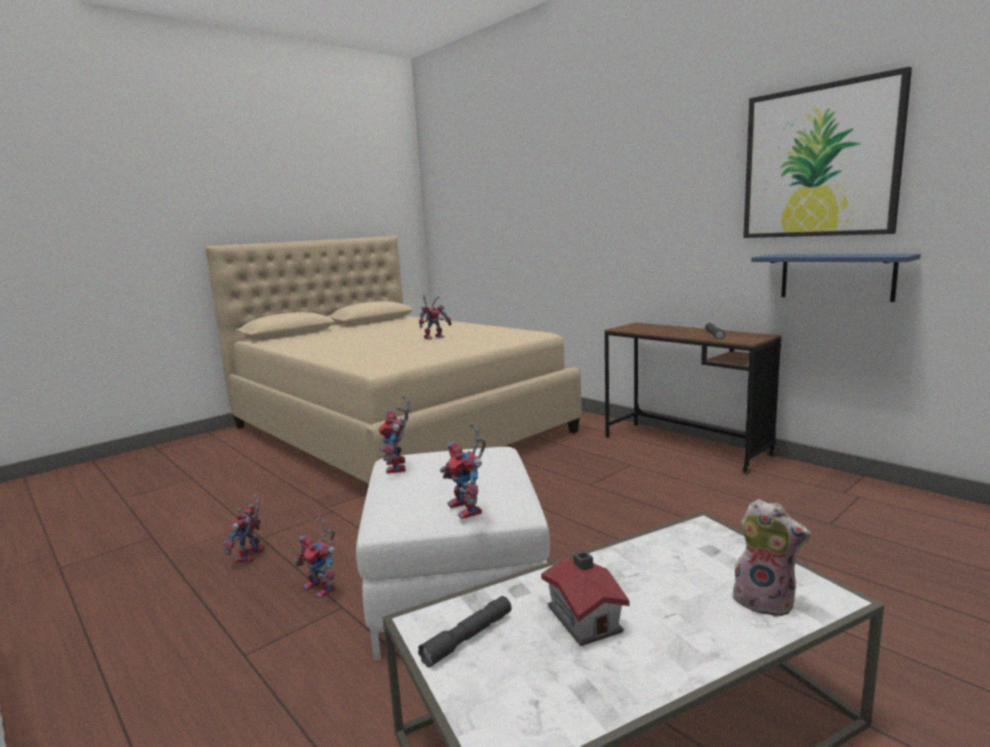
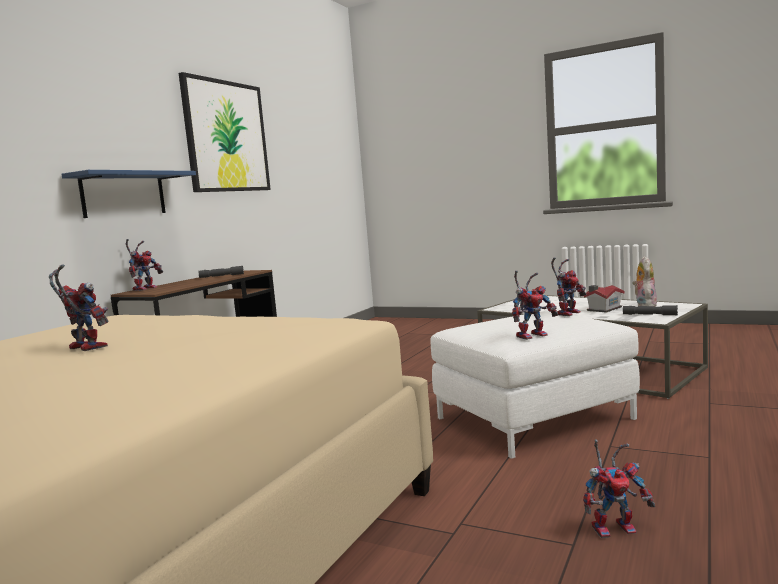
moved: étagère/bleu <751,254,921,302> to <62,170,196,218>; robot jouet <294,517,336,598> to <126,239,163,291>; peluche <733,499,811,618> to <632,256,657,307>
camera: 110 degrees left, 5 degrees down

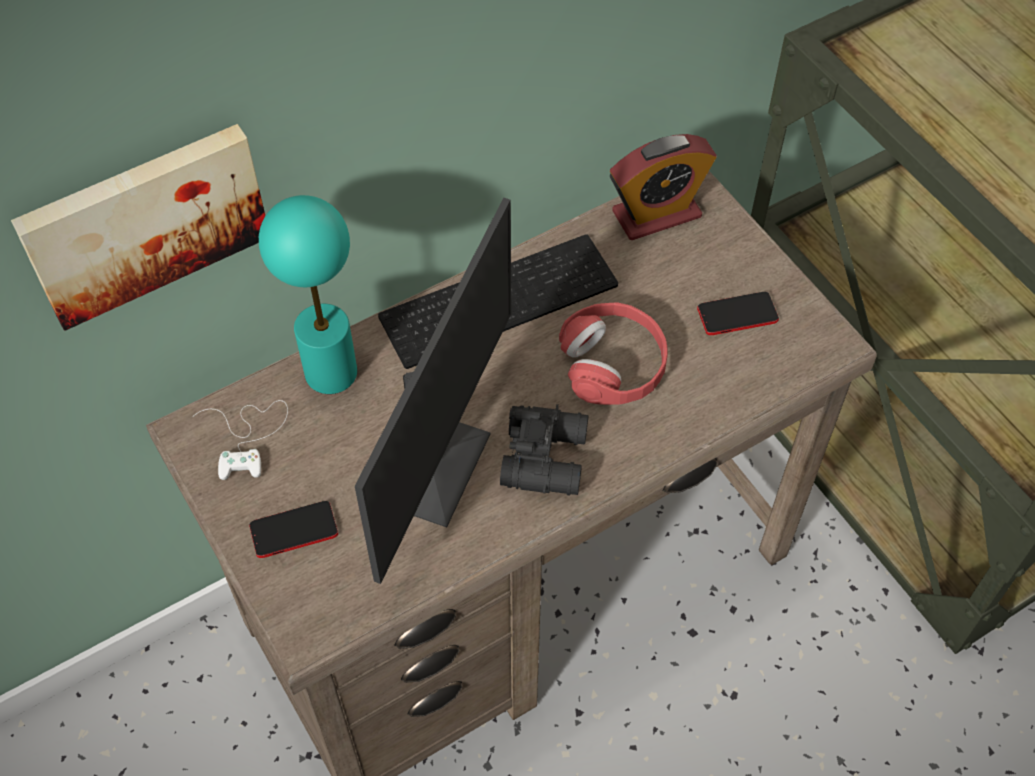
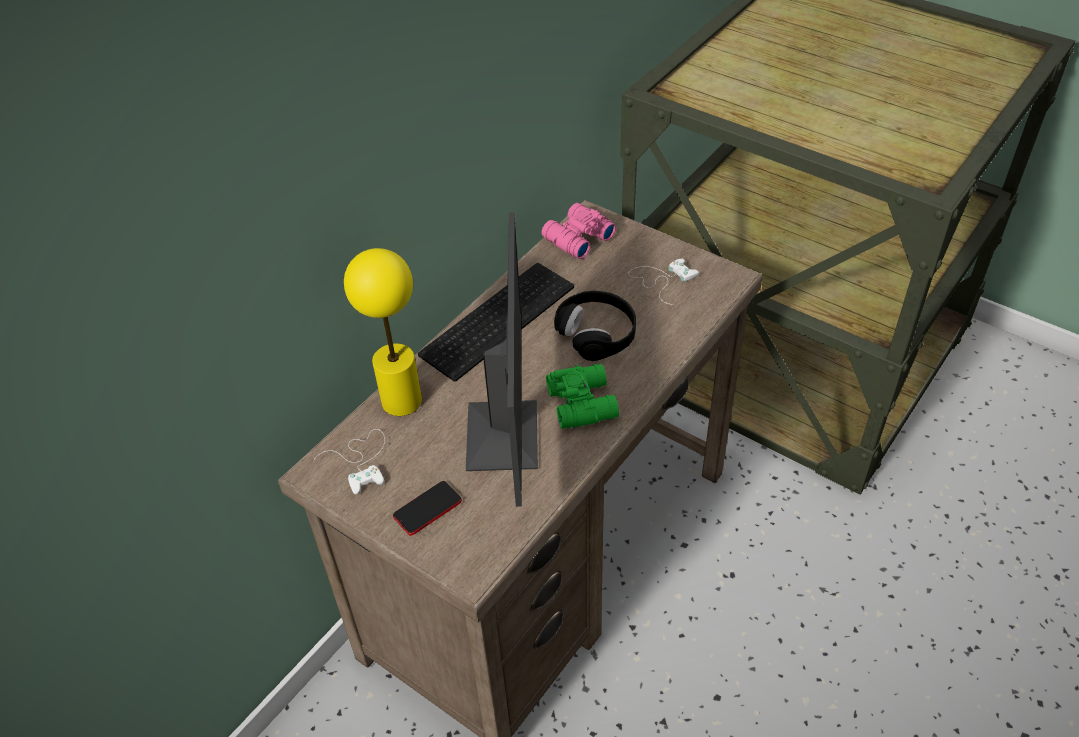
removed: tableau <11,124,265,331>
replaced: réveil <610,134,717,240> to jumelles/rose <542,203,616,259>; téléphone <697,292,779,335> to manette/blanc <628,259,699,305>
recoloured: lampe de table/turquoise <259,195,357,394> to lampe de table/jaune <344,248,422,416>; jumelles/noir <500,404,589,496> to jumelles/vert <546,364,619,429>; casque audio/rouge <559,302,668,405> to casque audio/noir <554,291,636,361>
camera: 20 degrees left, 10 degrees down

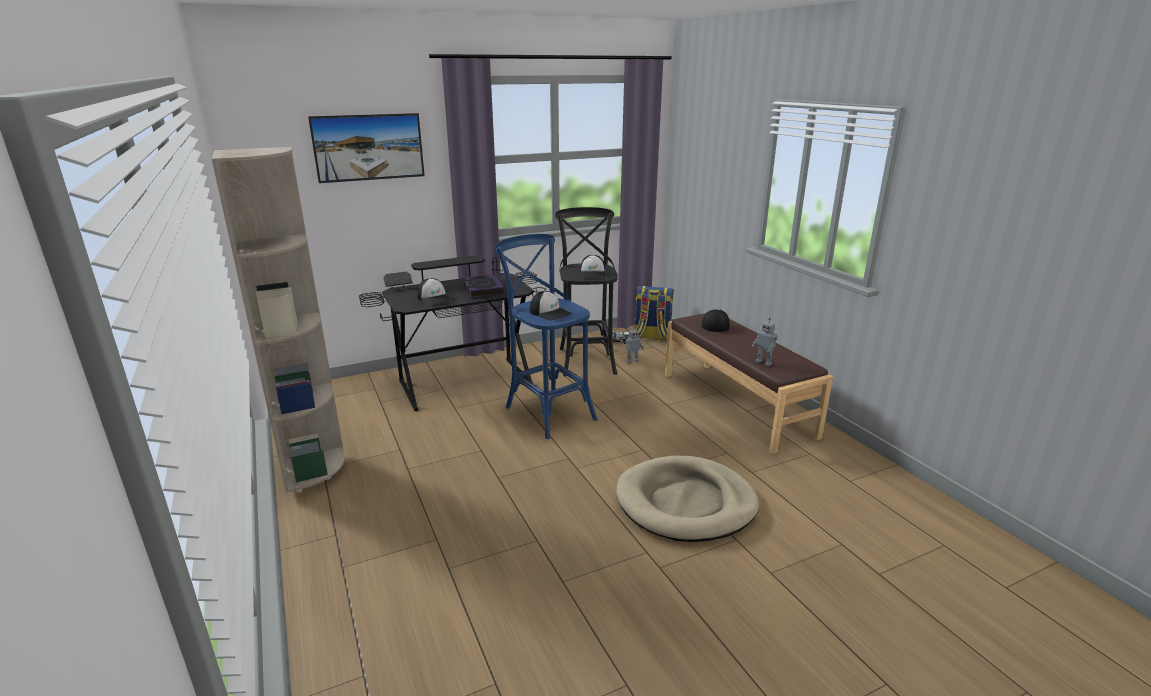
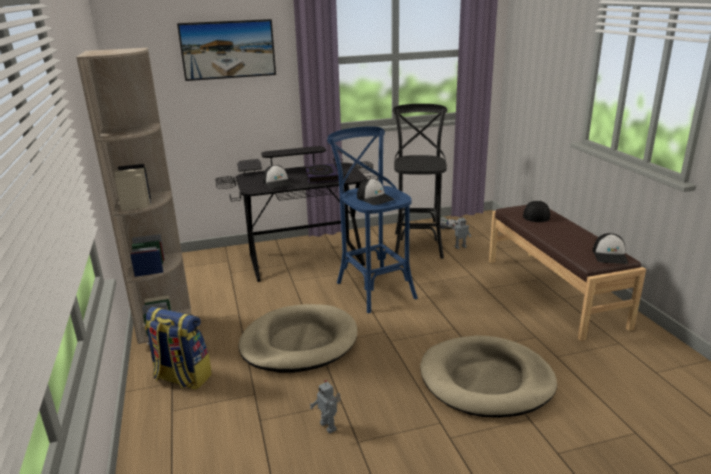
added: panier pour chien/beige <239,304,357,373>
moved: sac à dos <635,286,674,340> to <145,307,212,390>; robot jouet <752,318,778,366> to <310,380,341,434>; casquette <580,255,605,278> to <592,233,628,264>
camera: 10 degrees right, 0 degrees up

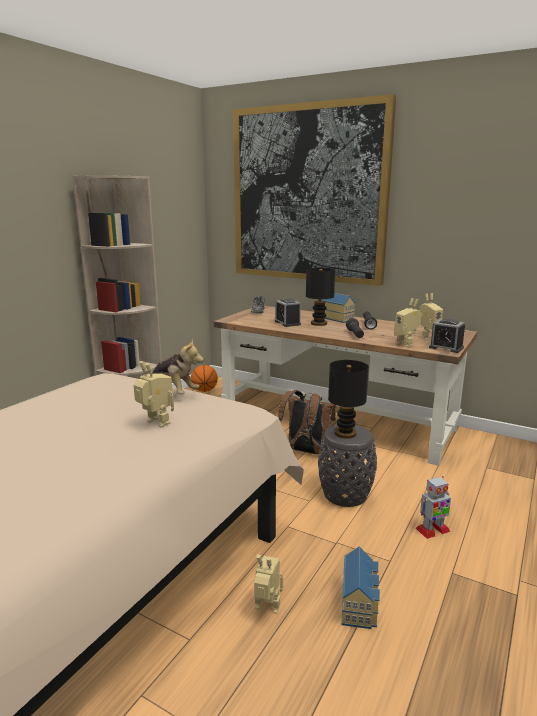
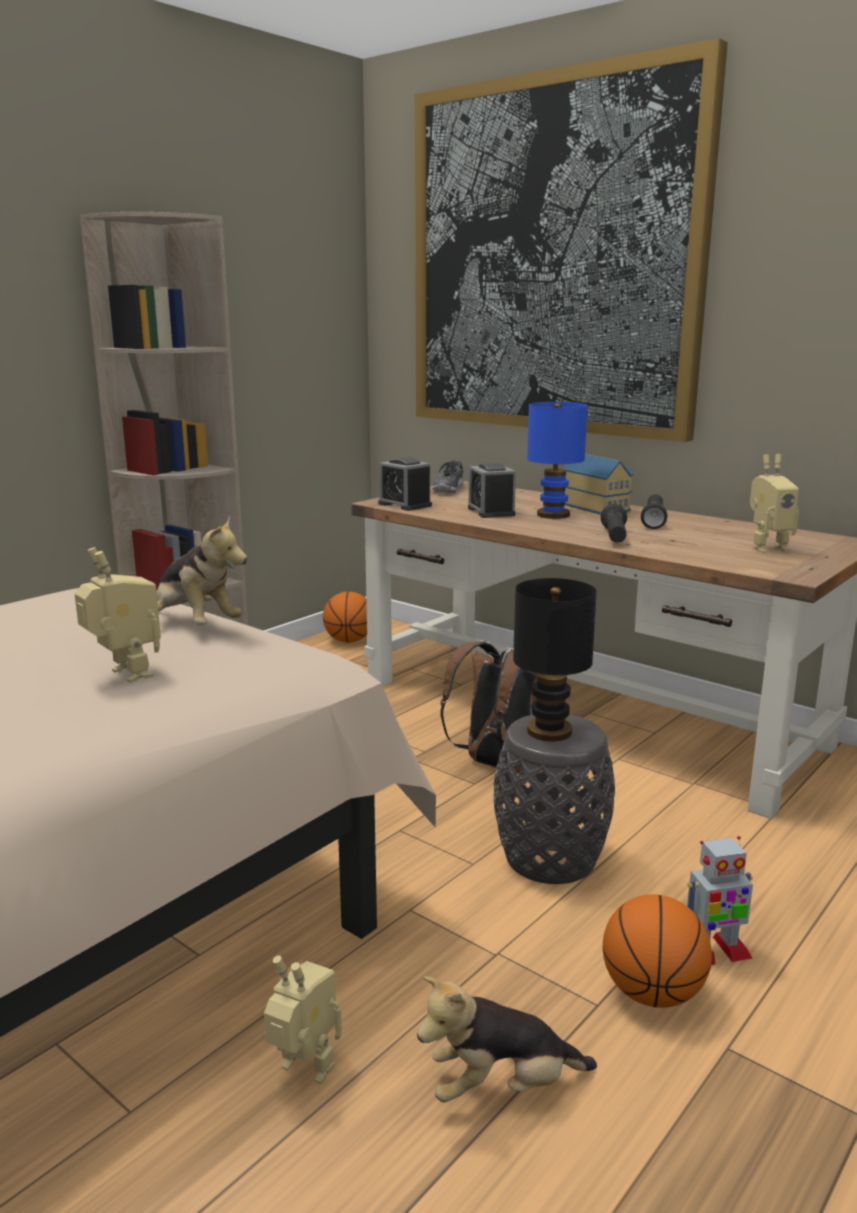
removed: robot jouet <394,298,422,347>
added: ballon de basket <603,894,712,1008>
moved: réveil <429,319,465,353> to <378,457,432,511>
replaced: maison miniature <341,547,380,629> to peluche <417,976,597,1102>
recoloured: lampe de table/noir <306,268,335,326> to lampe de table/bleu <527,402,588,519>
camera: 10 degrees right, 0 degrees up

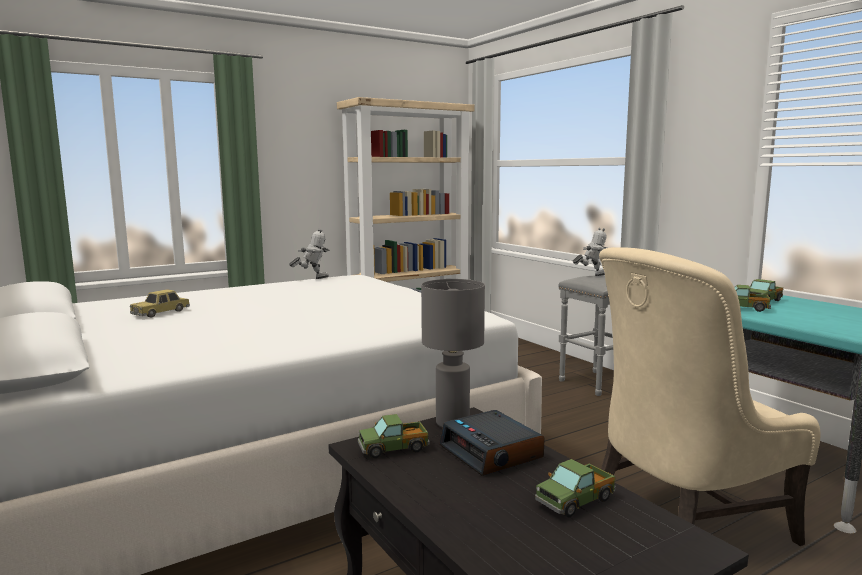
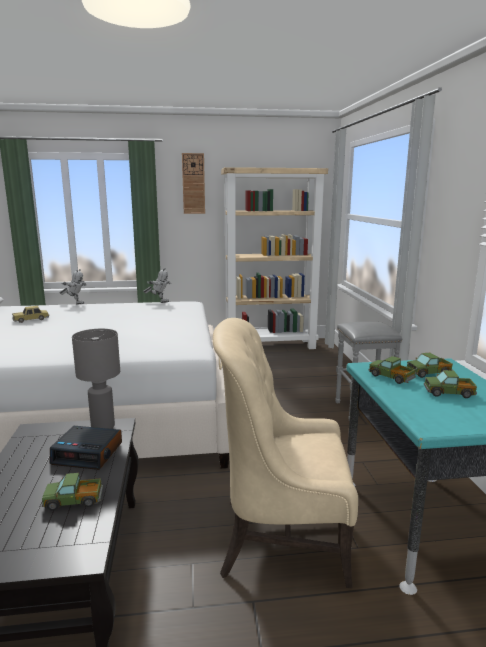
added: horloge murale <182,153,205,214>
moved: robot jouet <573,228,608,276> to <59,269,86,305>; camion jouet <358,414,430,458> to <424,370,477,398>
turned: réveil <440,410,545,476> = <50,426,122,470> 75 degrees counterclockwise
camera: 25 degrees right, 5 degrees up

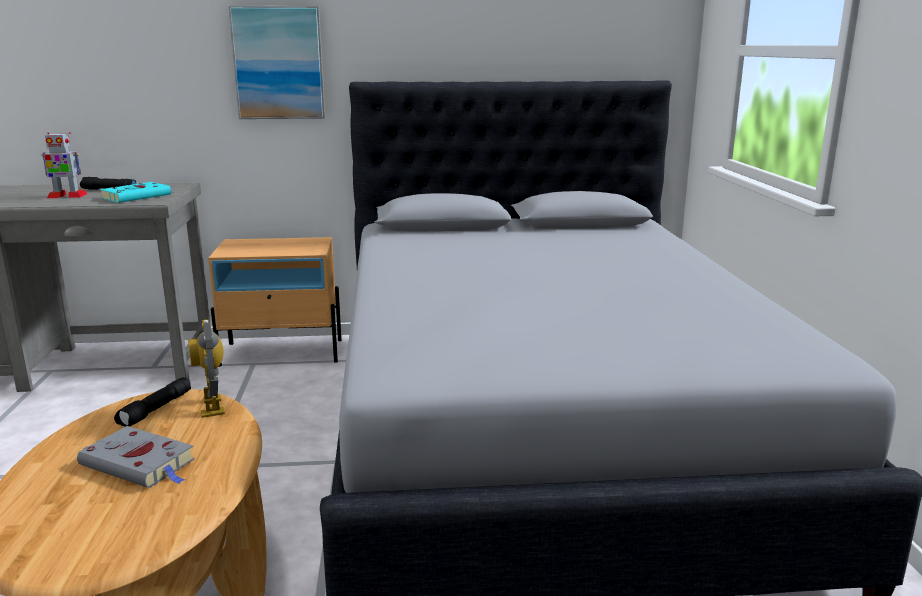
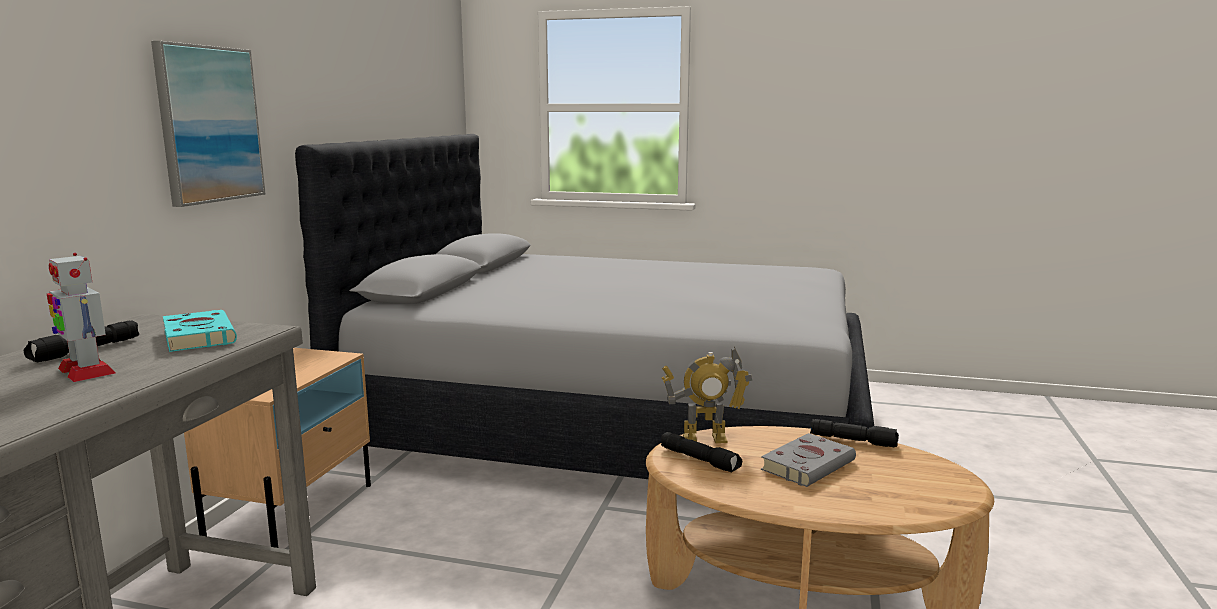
added: lampe de poche/noir <810,419,899,447>
turned: robot jouet <42,132,88,198> = <47,253,116,382> 120 degrees clockwise
camera: 70 degrees left, 5 degrees down

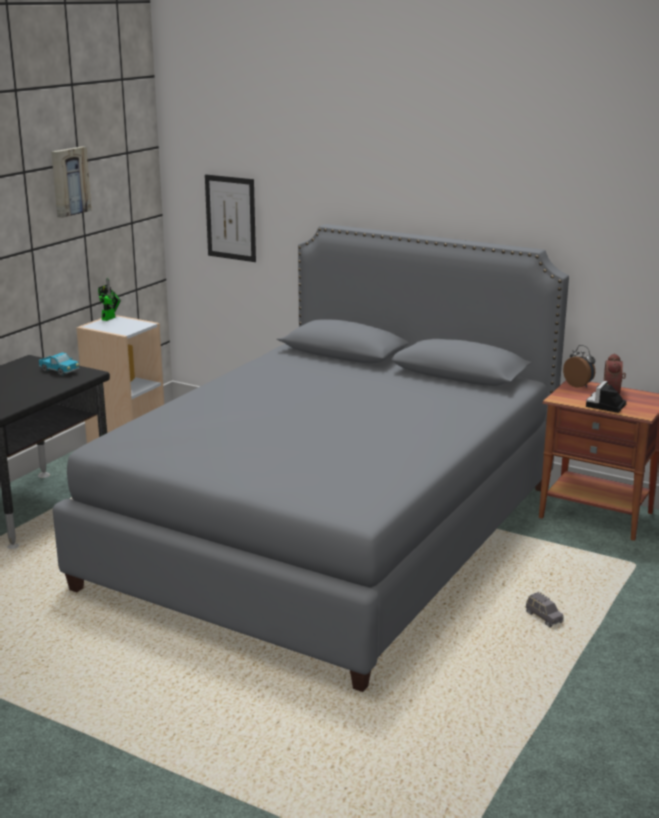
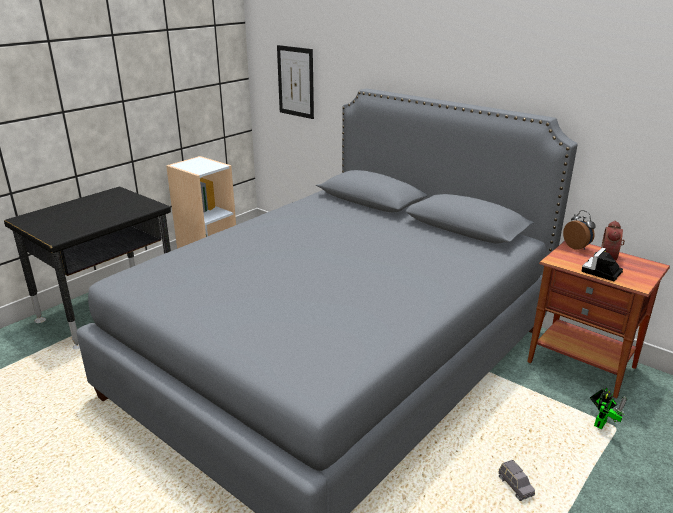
removed: camion jouet <39,352,79,376>; tableau <51,146,91,218>
moved: robot jouet <98,278,121,321> to <590,387,627,429>
camera: 10 degrees right, 5 degrees up

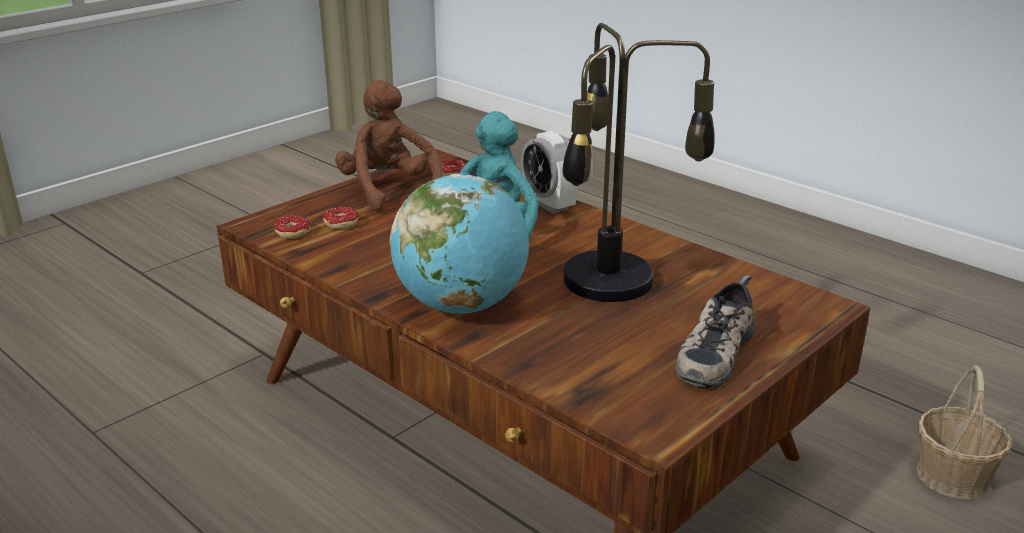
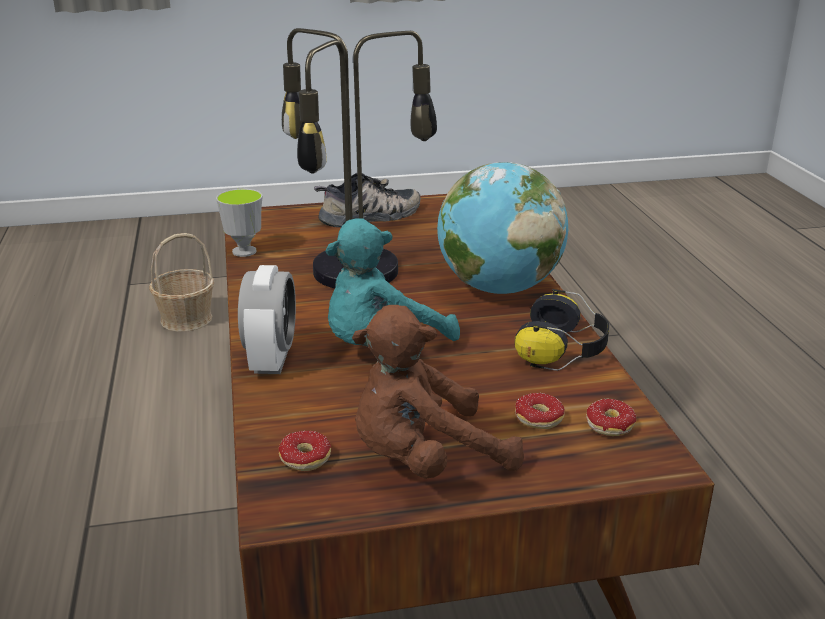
added: tasse <216,189,263,257>; casque audio <515,289,609,371>
turned: peluche/marron <335,80,444,211> = <352,305,524,479> 60 degrees clockwise
camera: 145 degrees left, 0 degrees up

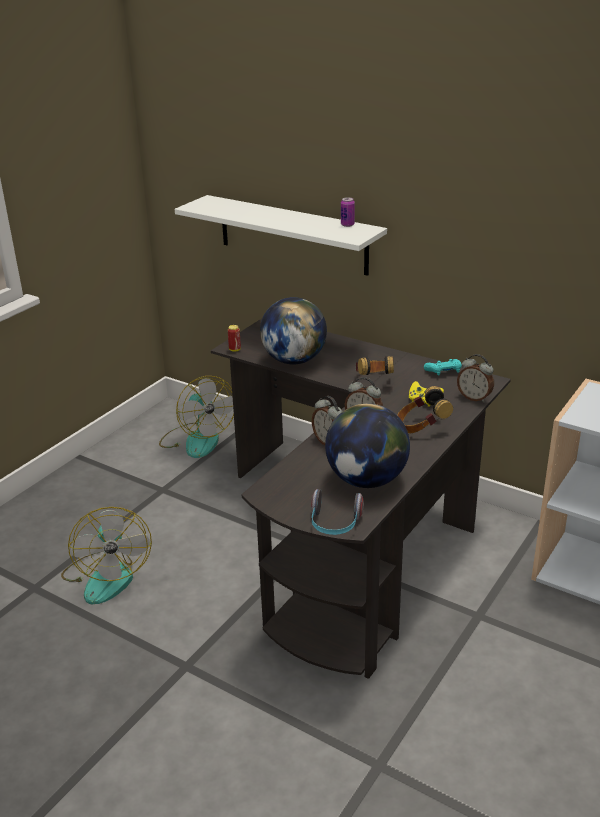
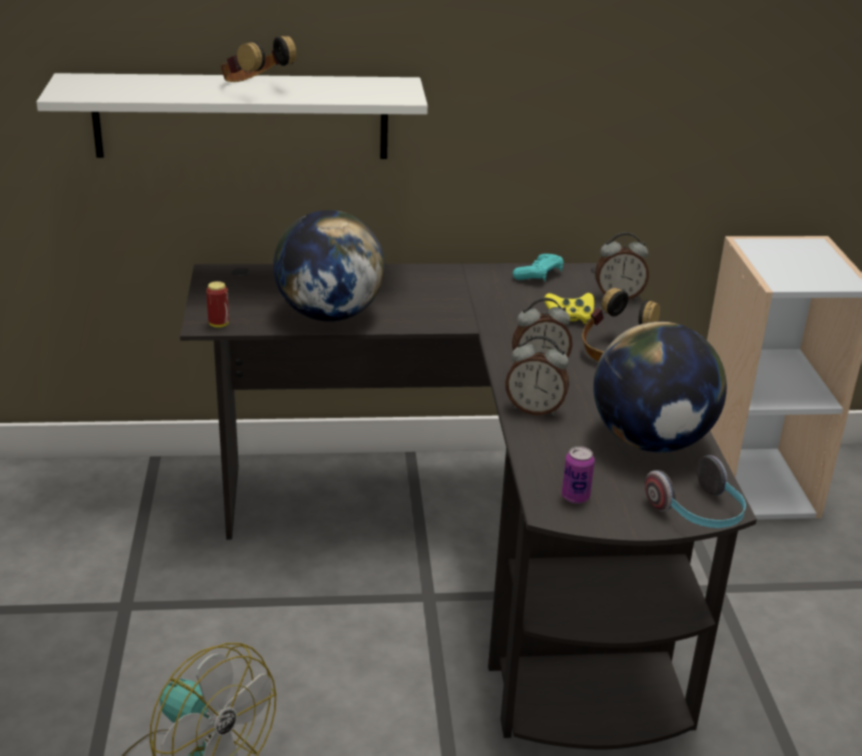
removed: ventilateur <159,376,234,458>
moved: casque audio <355,356,394,375> to <220,36,297,82>; boîte métallique <341,197,355,227> to <562,446,595,504>
camera: 40 degrees left, 0 degrees up

